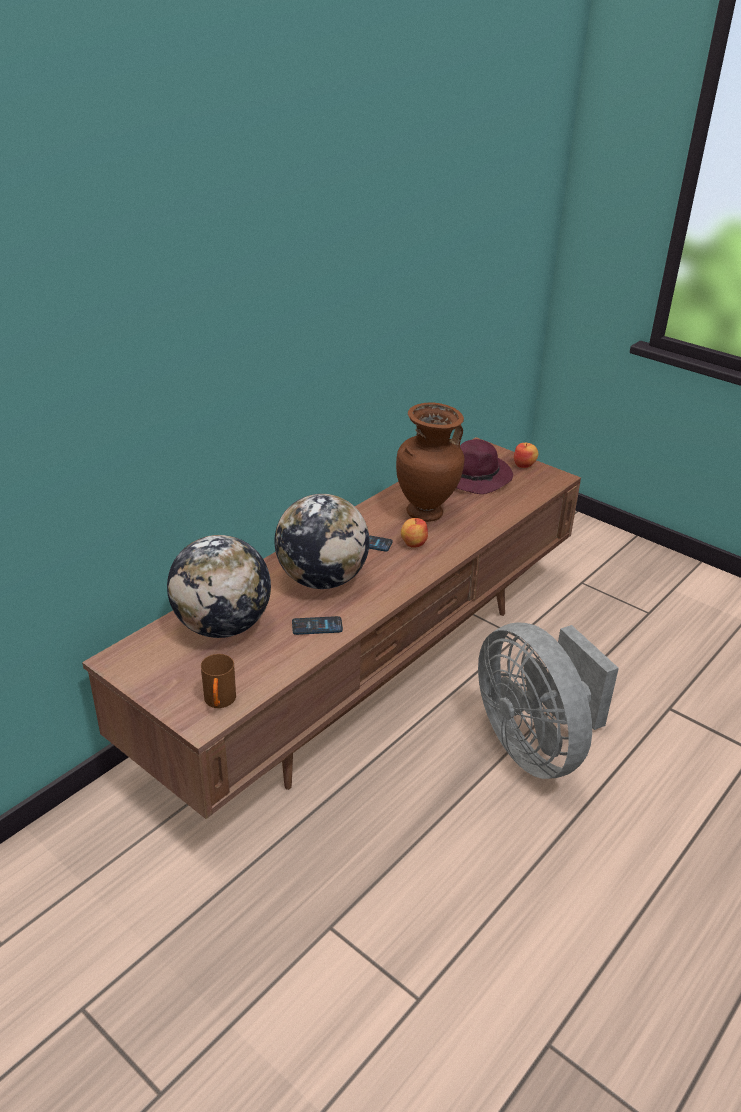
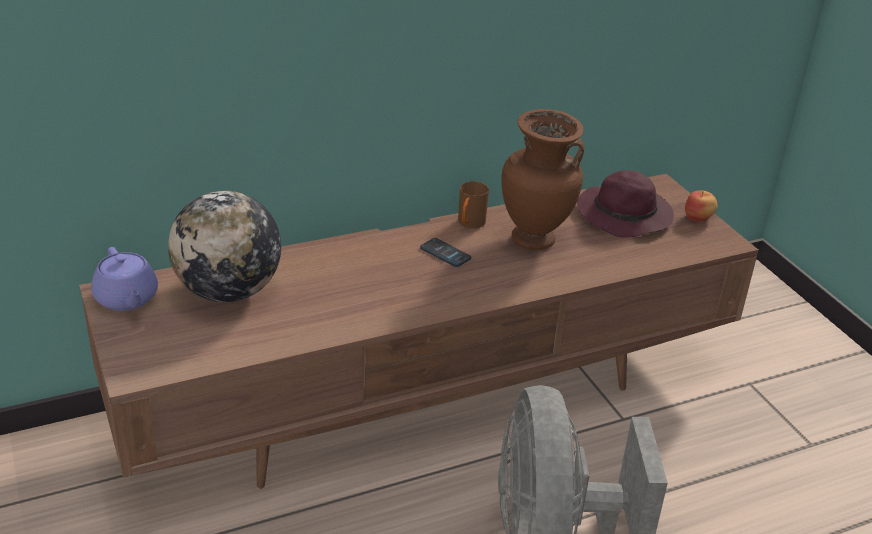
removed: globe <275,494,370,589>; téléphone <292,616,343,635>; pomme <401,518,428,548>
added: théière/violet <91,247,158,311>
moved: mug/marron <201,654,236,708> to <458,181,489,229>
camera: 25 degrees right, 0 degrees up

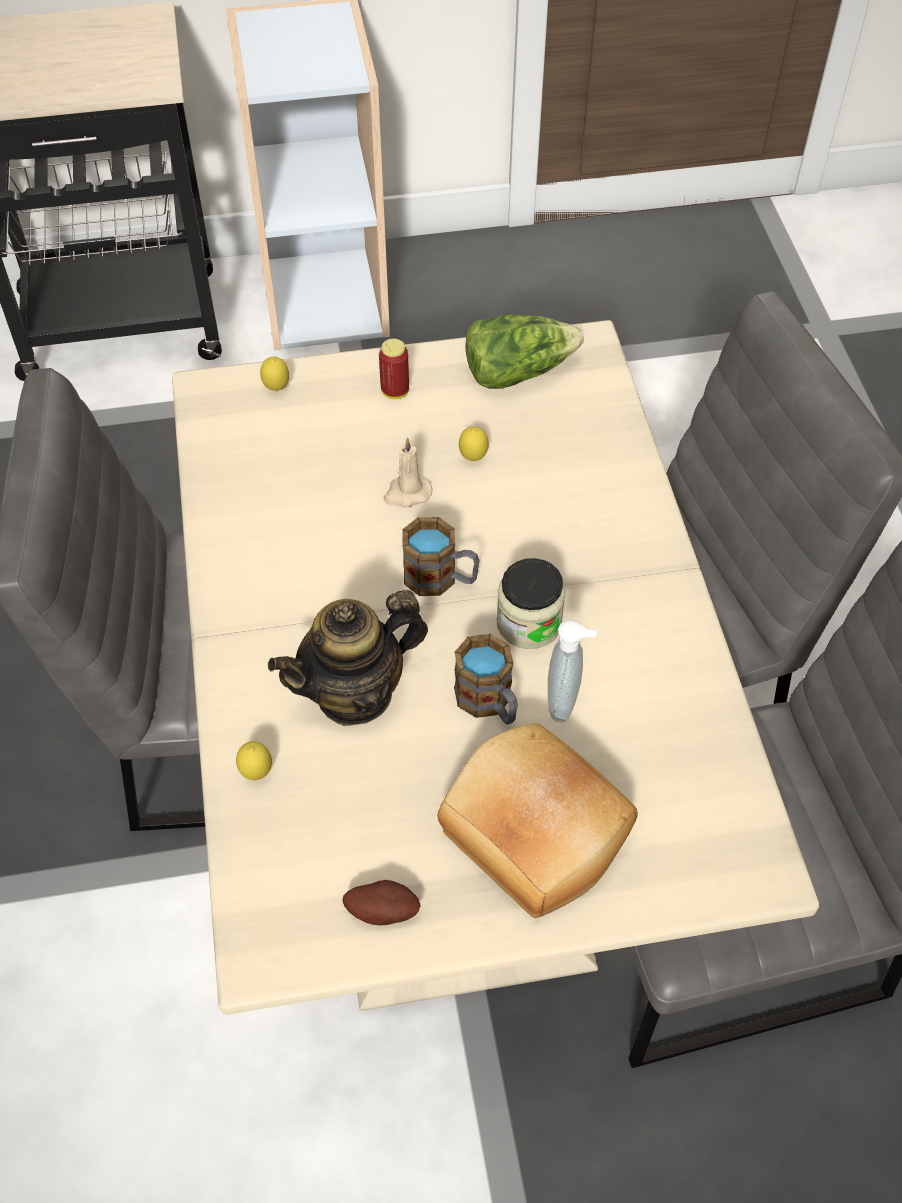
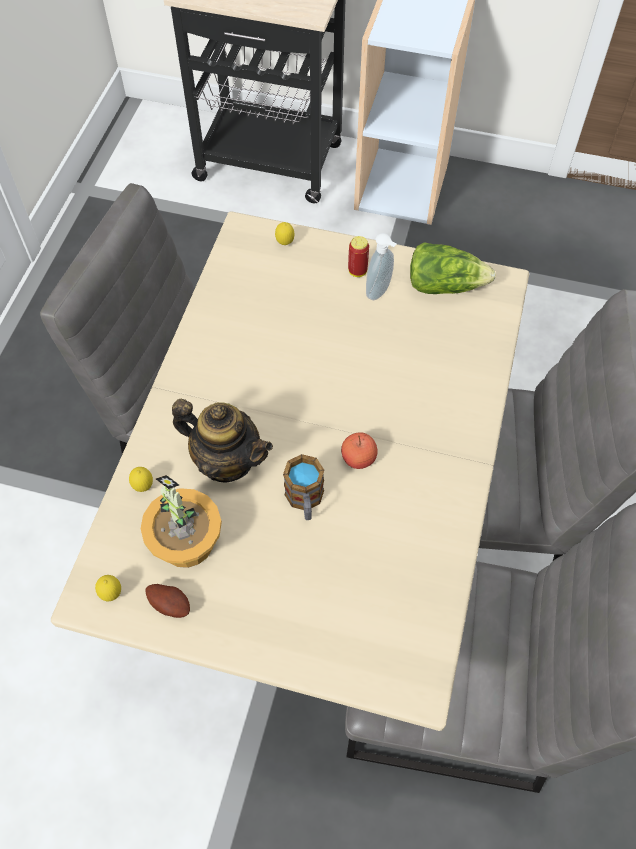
removed: bougie/beige <384,437,432,508>; mug <402,517,480,596>; pain <438,723,638,918>
added: plante en pot <141,475,222,568>
moved: citron <459,426,489,461> to <95,575,121,601>; distributeur de savon <548,620,597,722> to <366,233,397,300>
replaced: bocal <496,558,565,649> to pomme <341,432,377,469>
turned: théière <268,590,428,726> = <172,398,273,483> 150 degrees counterclockwise
camera: 25 degrees right, 5 degrees up

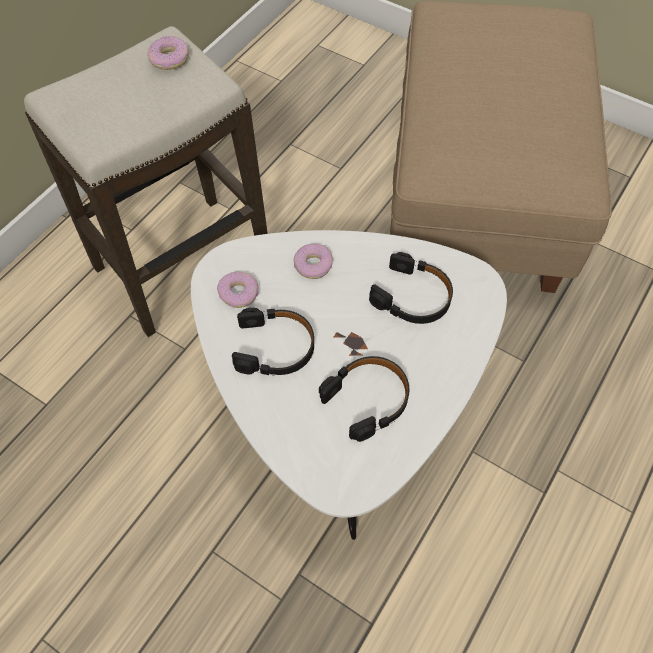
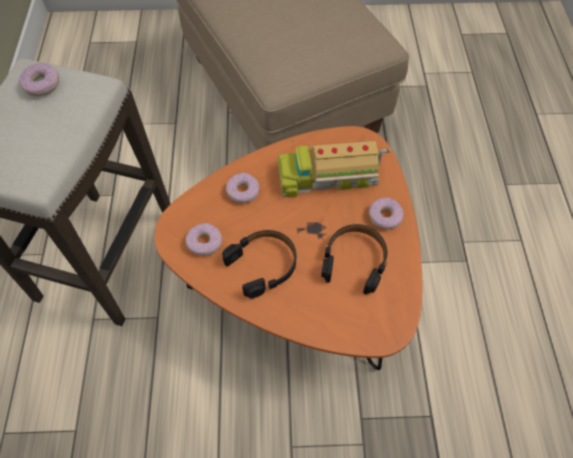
added: beignet <369,198,404,229>
replaced: casque audio/noir <369,252,453,324> to camion jouet <278,138,390,197>
recoloured: table basse/blanc <191,230,507,540> to table basse/orange <154,126,423,370>
camera: 35 degrees left, 0 degrees up

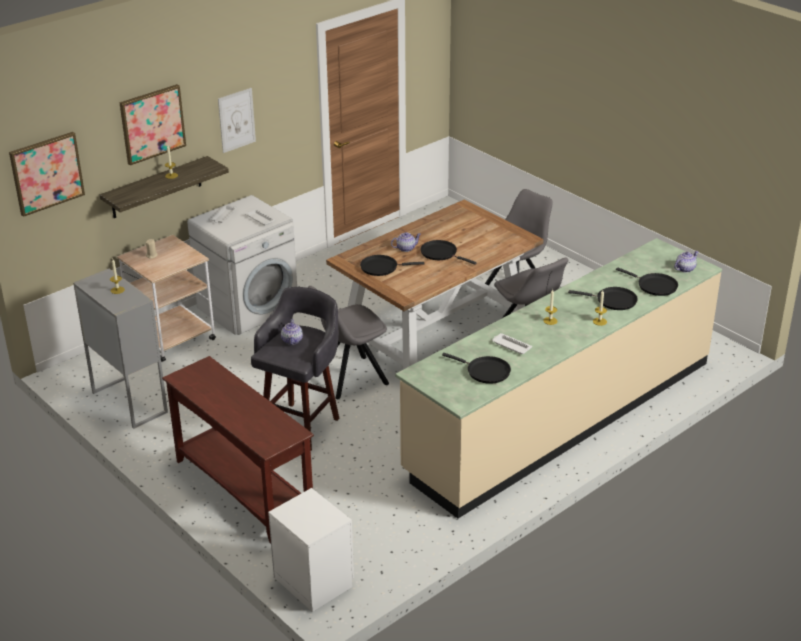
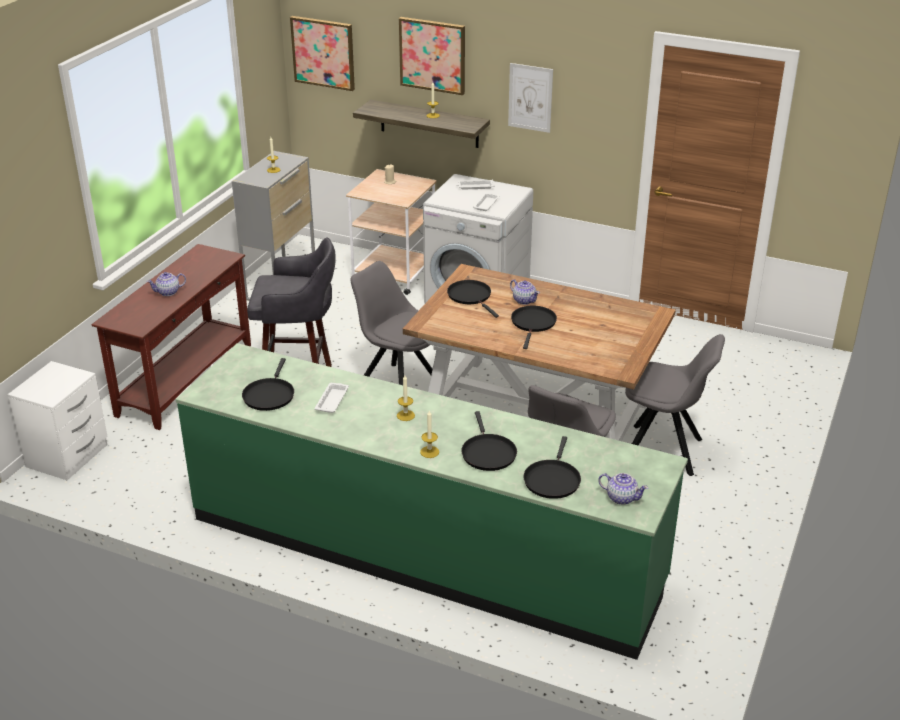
moved: théière <281,319,303,345> to <147,272,186,296>
recoloured: comptoir de cuisine/beige <395,238,722,518> to comptoir de cuisine/vert <175,343,688,660>
camera: 65 degrees right, 0 degrees up

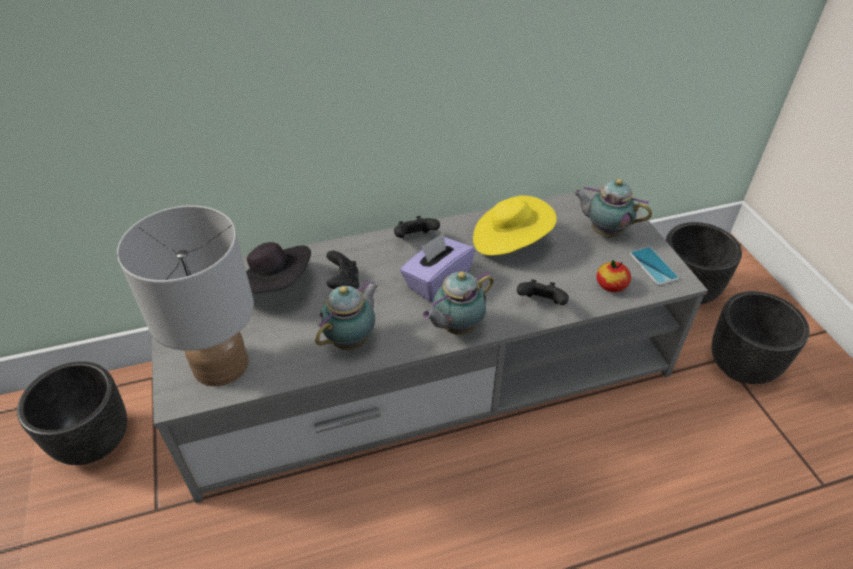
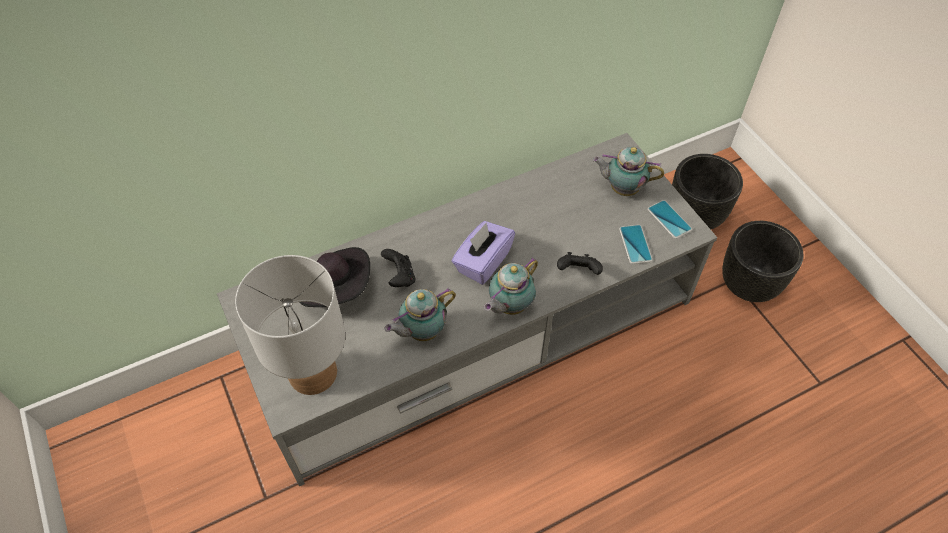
removed: cache-pot/noir <17,361,127,465>; manette/noir <394,216,440,238>; chapeau/jaune <473,195,557,256>
replaced: pomme <596,260,631,292> to téléphone <619,225,653,264>
turned: théière <315,280,379,350> = <385,288,456,341> 150 degrees counterclockwise
camera: 10 degrees left, 10 degrees up

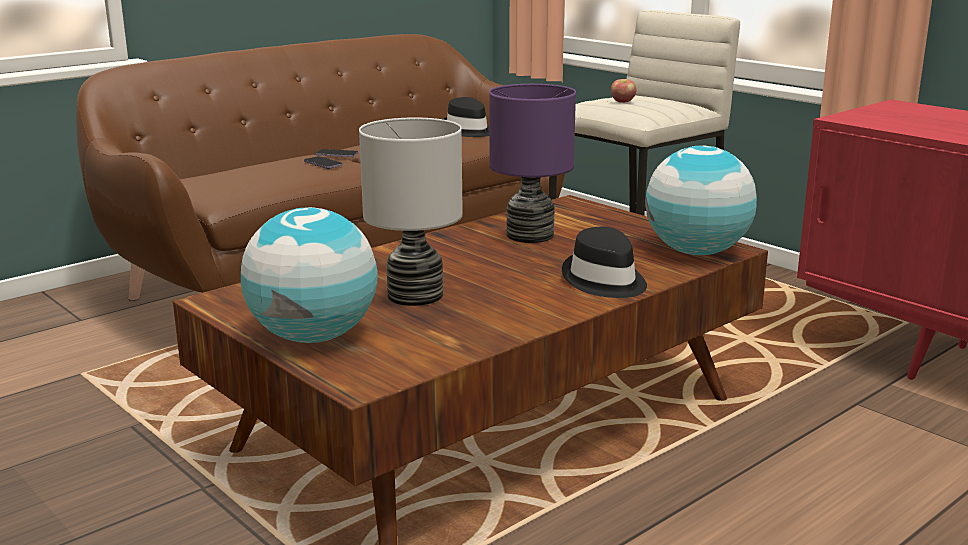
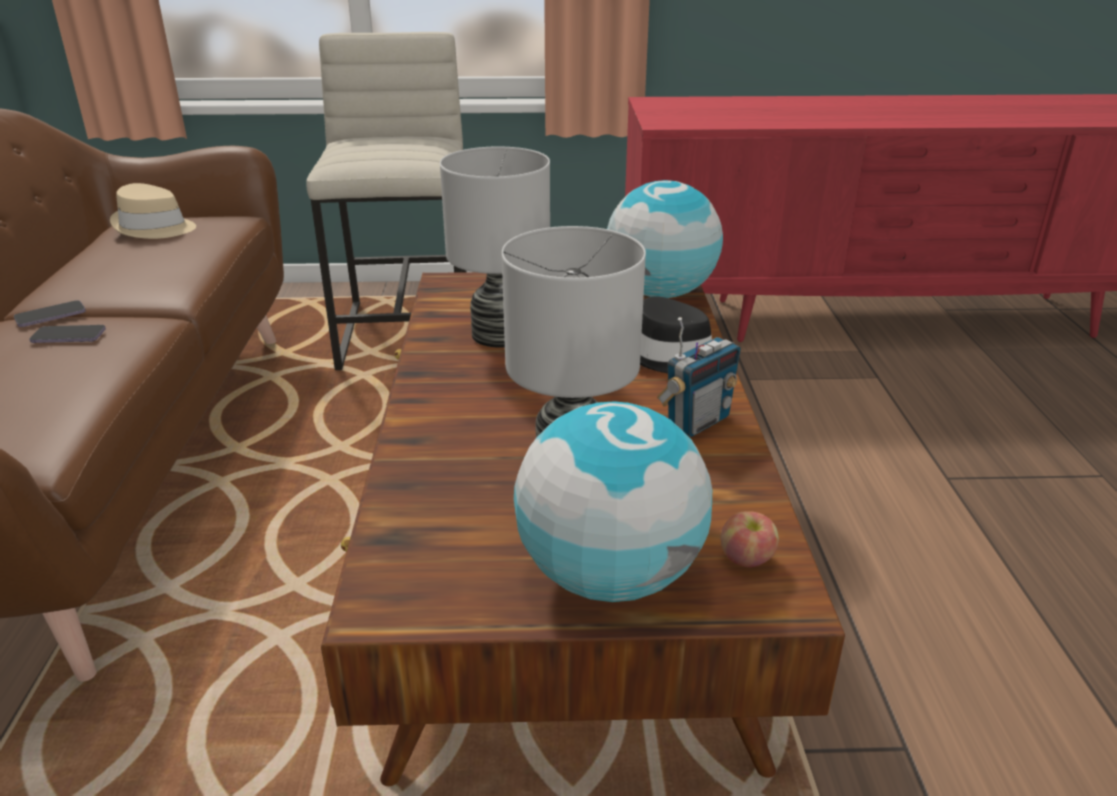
added: radio <657,317,741,437>
moved: pomme <611,79,637,103> to <720,511,779,567>
recoloured: chapeau/noir <443,97,490,137> to chapeau/beige <110,183,196,239>; lampe de table/violet <489,84,576,243> to lampe de table/gris <440,146,550,348>
camera: 50 degrees left, 10 degrees up

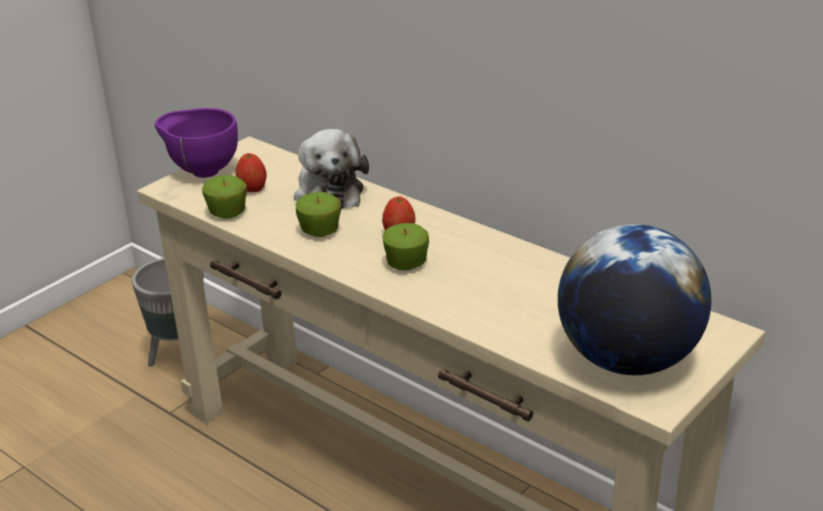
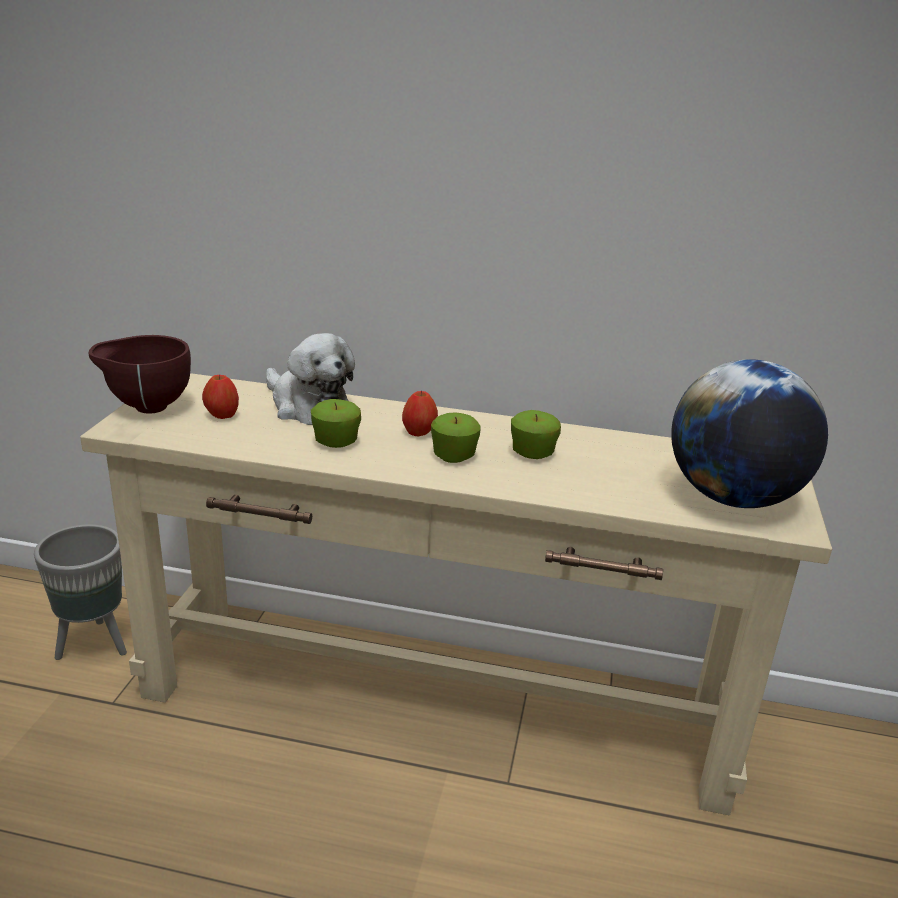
moved: pomme <202,175,247,219> to <511,410,561,459>
recoloured: bol/violet <155,108,238,178> to bol/marron <89,335,191,413>
camera: 30 degrees left, 5 degrees down

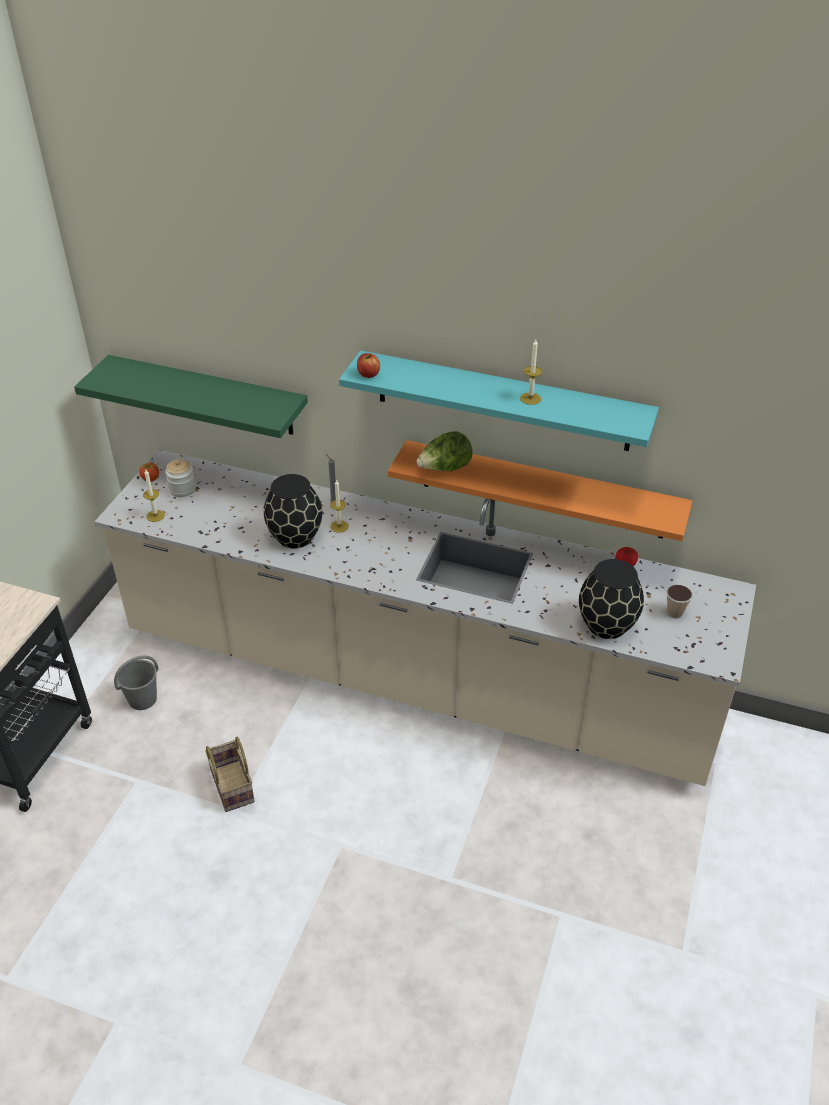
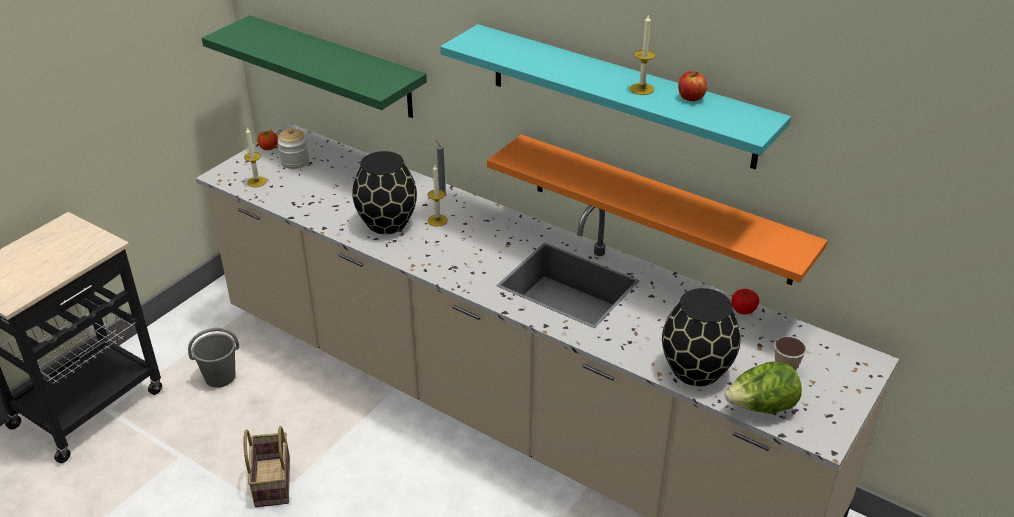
moved: pomme <357,353,380,378> to <678,71,707,101>; laitue <417,432,473,471> to <725,362,802,414>
camera: 15 degrees right, 5 degrees down

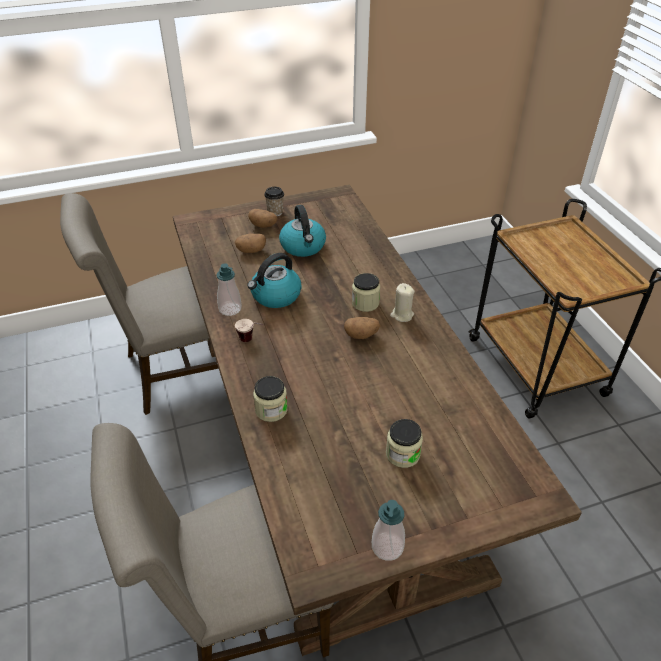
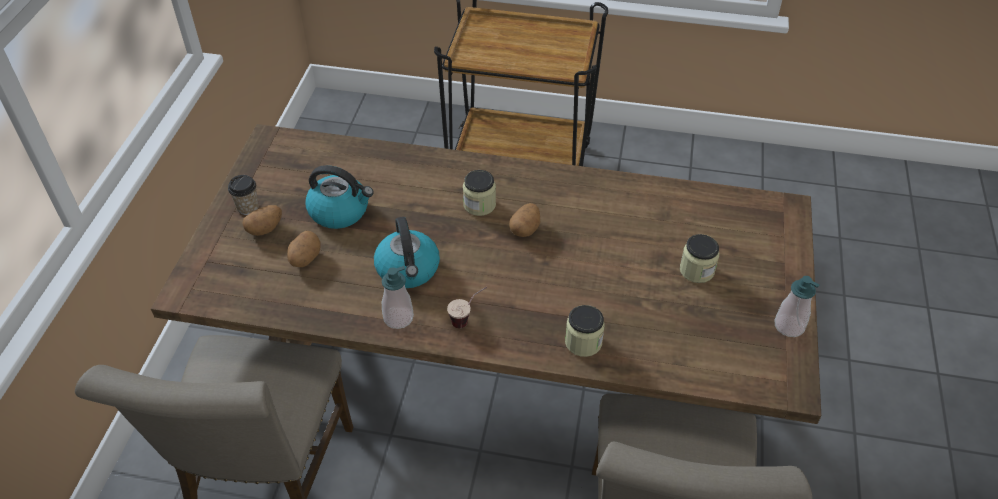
removed: bougie/beige <390,283,415,322>
camera: 60 degrees left, 5 degrees up

